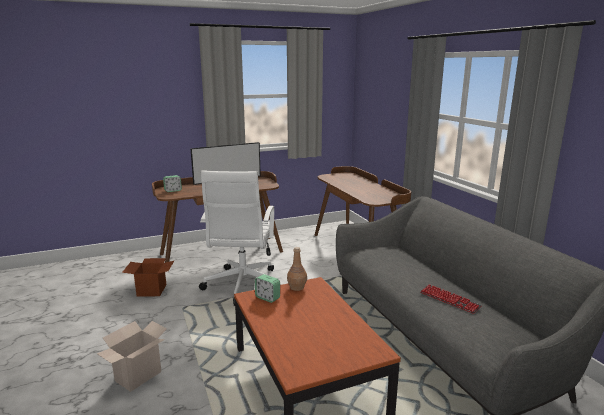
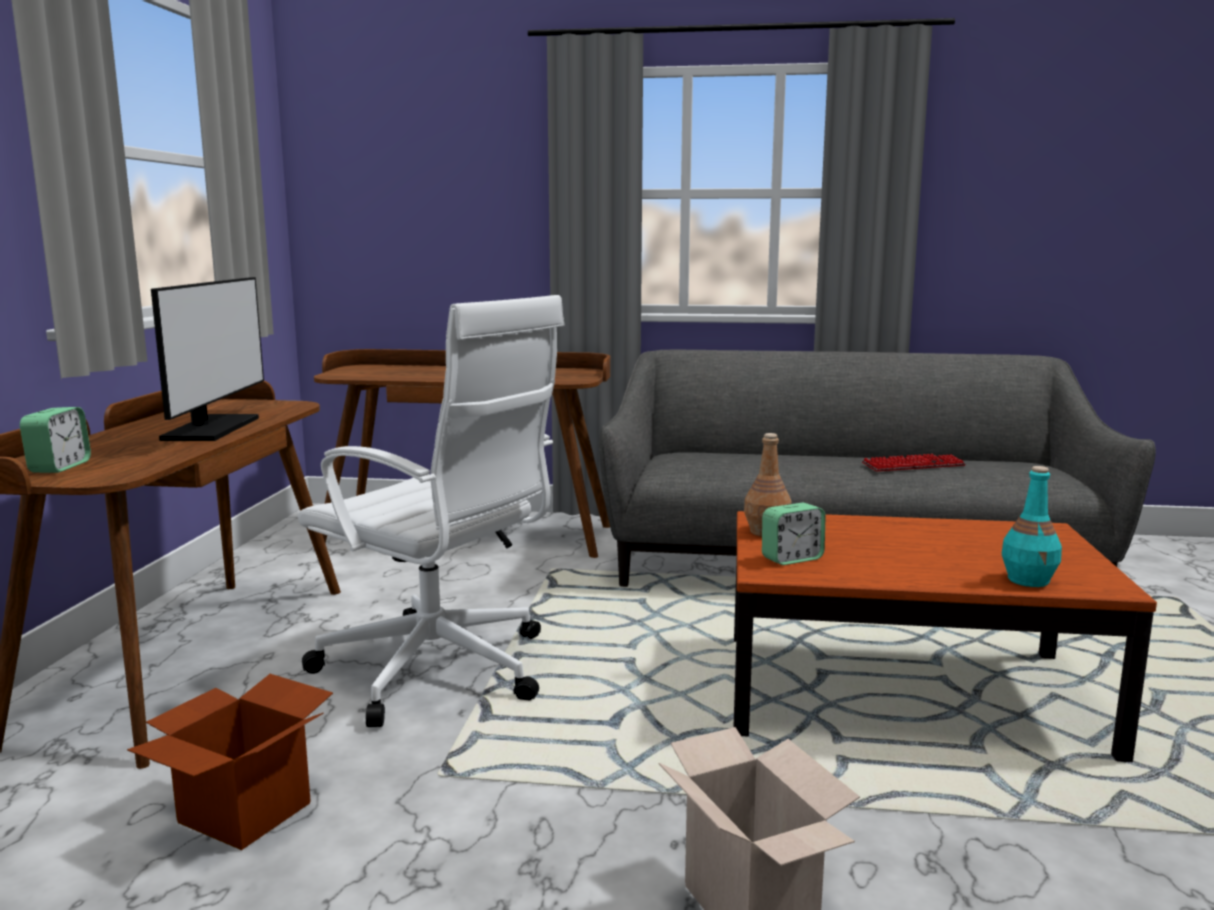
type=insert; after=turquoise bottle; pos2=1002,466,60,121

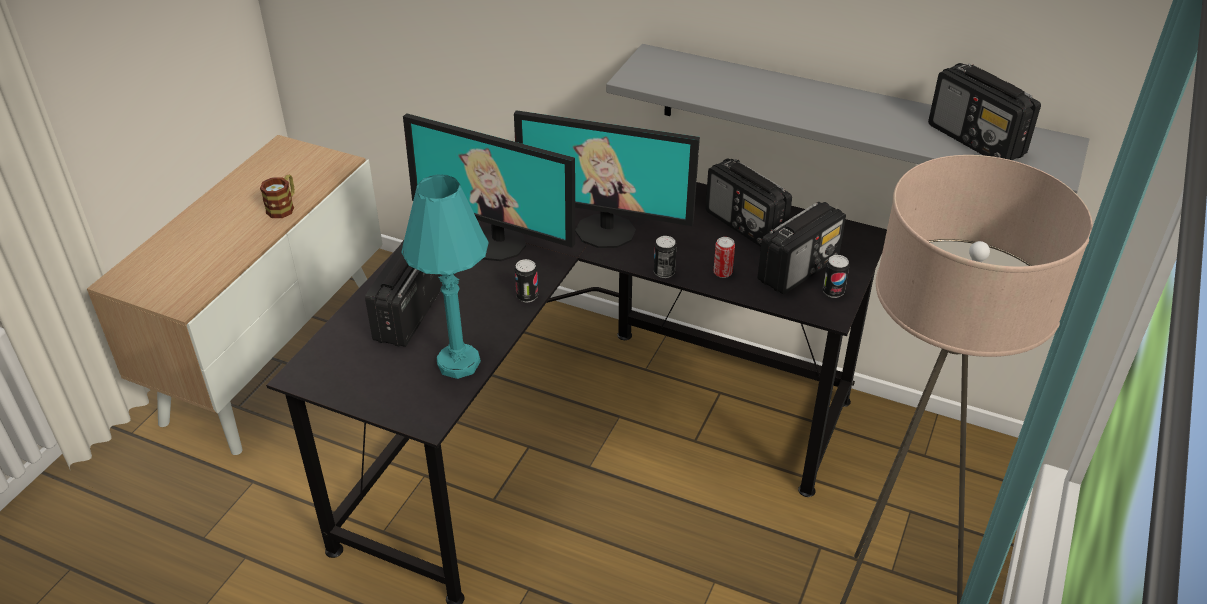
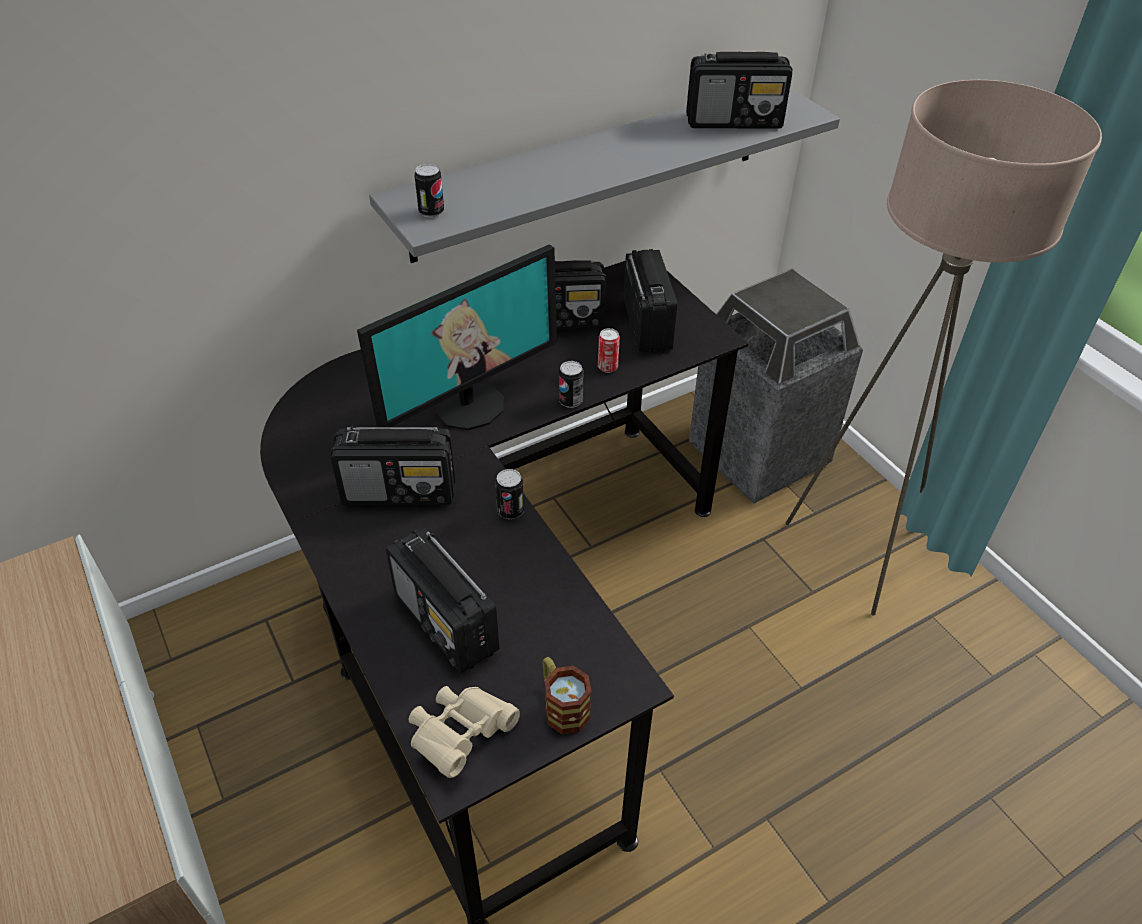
type=delete; before=turquoise table lamp; pos1=401,175,88,204
type=insert; after=beige binoculars; pos2=409,686,111,92
type=insert; after=trash can; pos2=689,268,174,236
type=move; before=mug; pos1=260,175,35,43; pos2=542,657,49,77
type=move; before=can; pos1=823,255,26,43; pos2=414,164,30,54
type=replace; before=monitor; after=radio; pos1=403,113,172,148; pos2=331,426,124,79

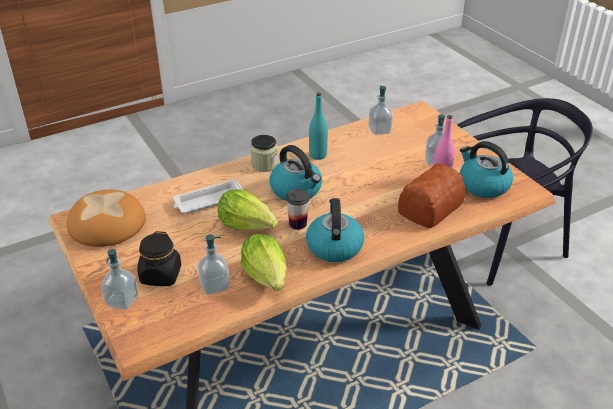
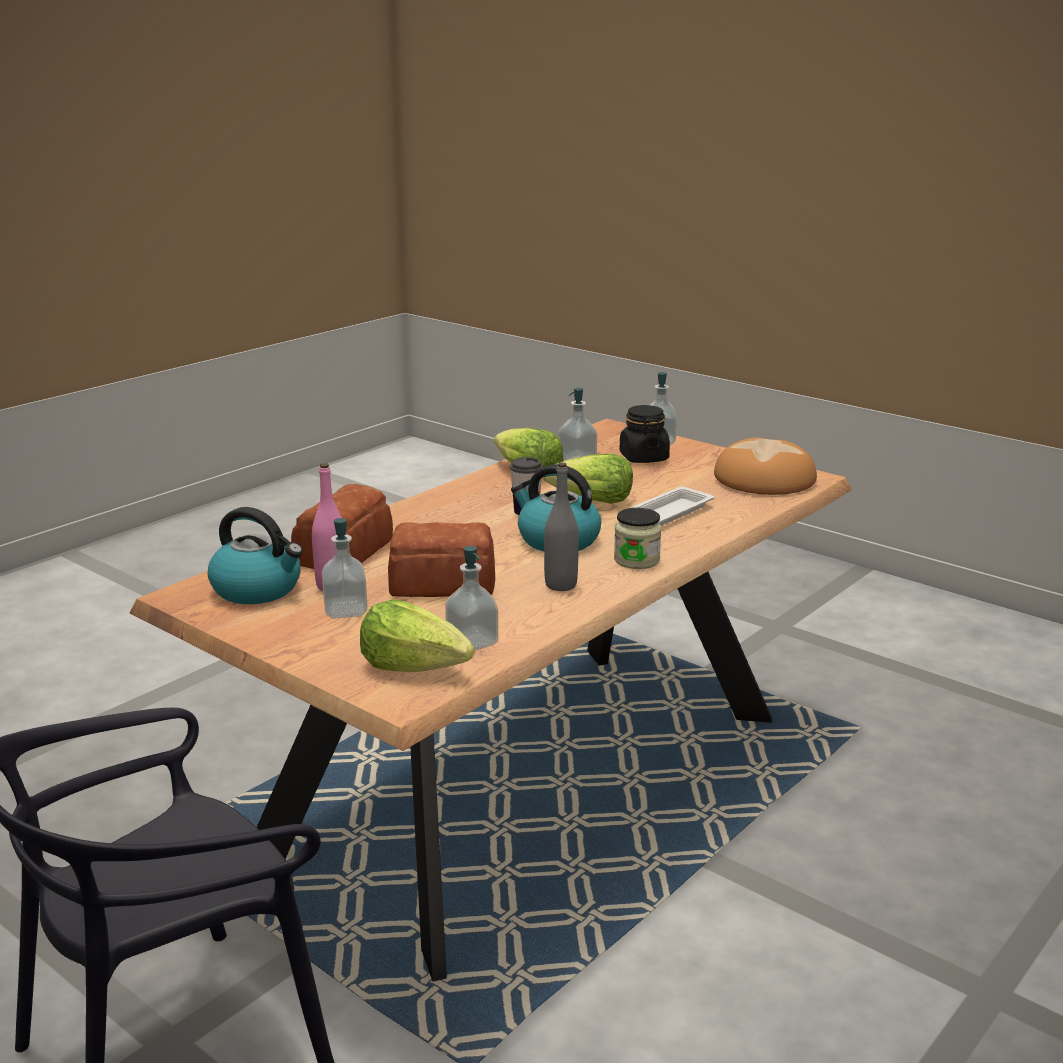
type=delete; before=kettle; pos1=306,198,58,64
type=insert; after=lettuce; pos2=360,599,115,73
type=insert; after=bread; pos2=388,522,107,75
type=recolor; before=turquoise bottle; after=grey bottle; pos1=309,93,19,67; pos2=544,462,35,129

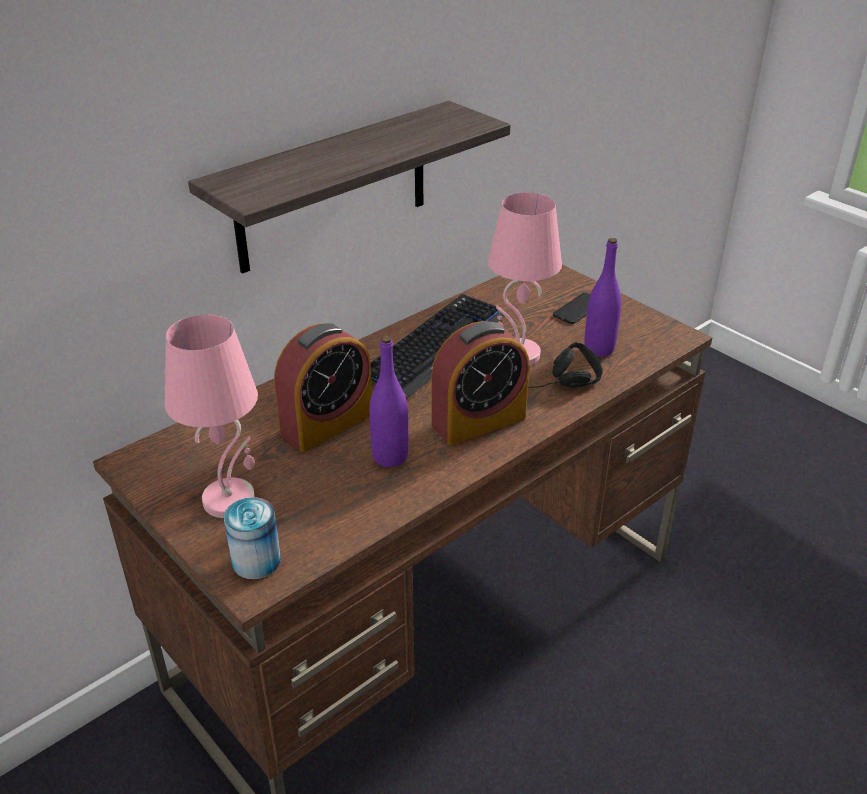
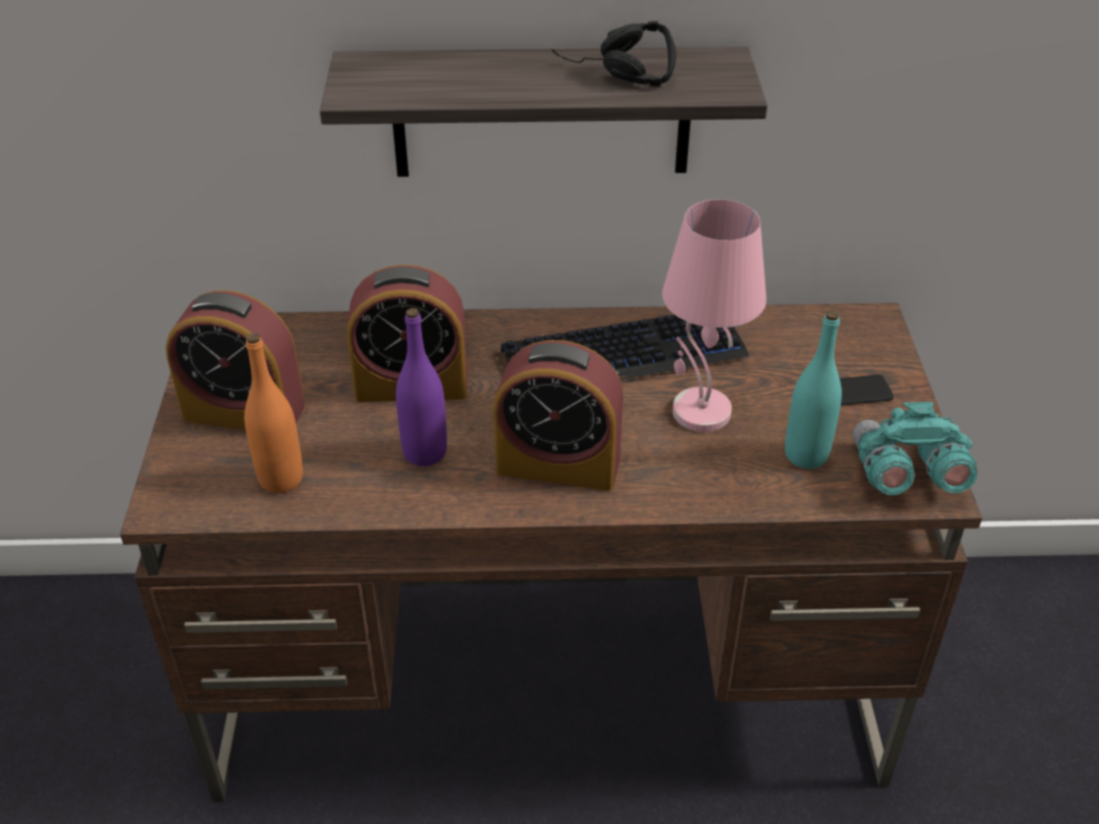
type=delete; before=can; pos1=224,497,57,82
type=insert; after=orange bottle; pos2=244,333,59,160
type=insert; after=turquoise binoculars; pos2=852,402,125,93
type=move; before=black headphones; pos1=528,342,75,46; pos2=551,21,125,66
type=replace; before=pink table lamp; after=alarm clock; pos1=165,314,93,204; pos2=166,290,139,140
type=recolor; before=purple bottle; after=turquoise bottle; pos1=584,238,38,119; pos2=785,310,57,159

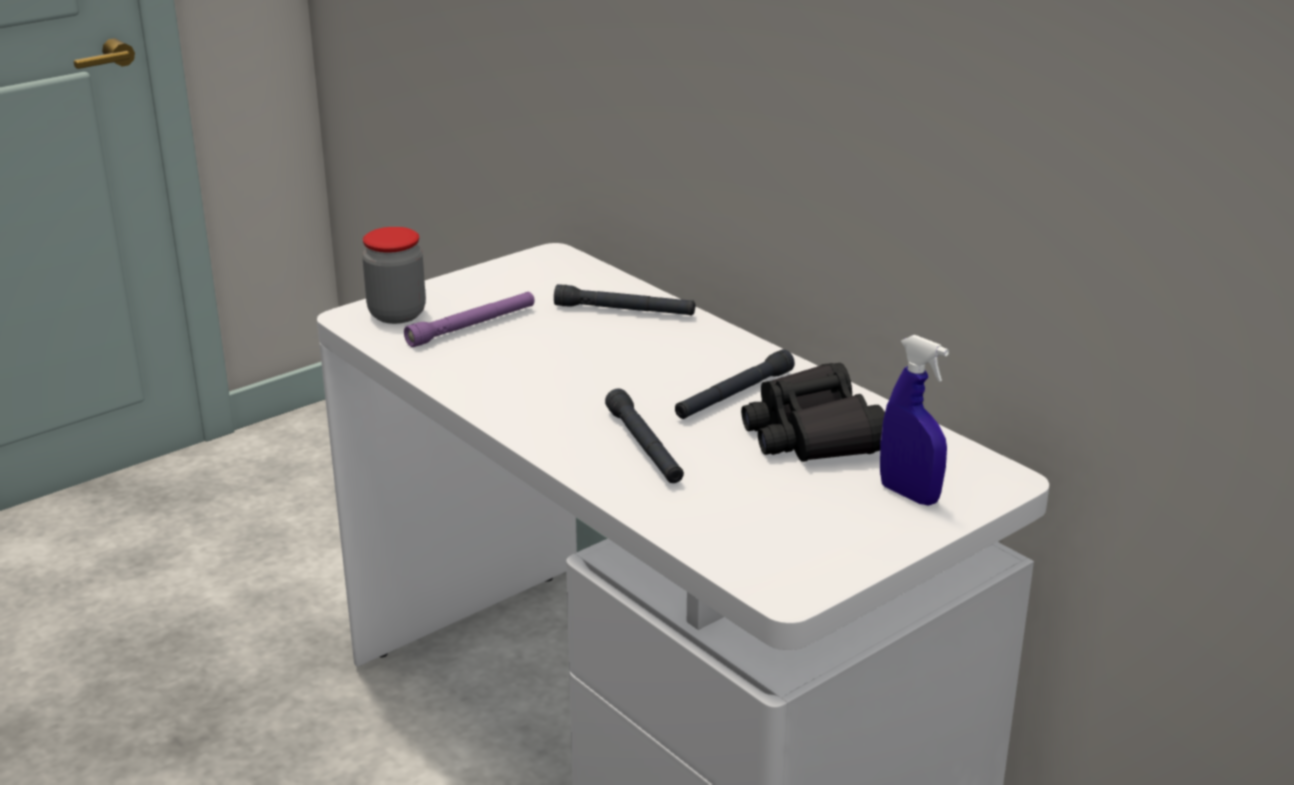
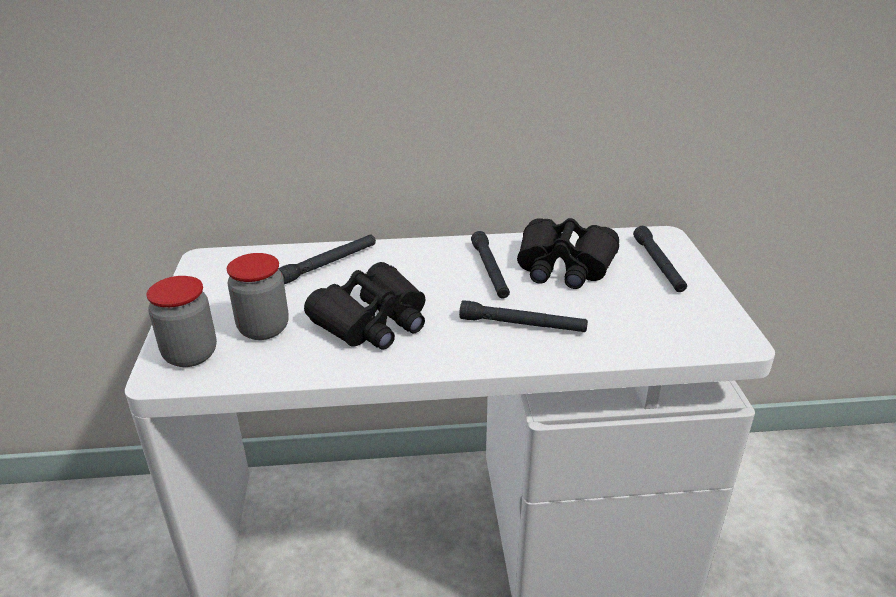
type=insert; after=black binoculars; pos2=304,262,121,88
type=replace; before=purple flashlight; after=jar; pos1=404,292,131,55; pos2=227,253,61,87
type=replace; before=blue spray bottle; after=black flashlight; pos1=880,335,69,171; pos2=633,226,54,66

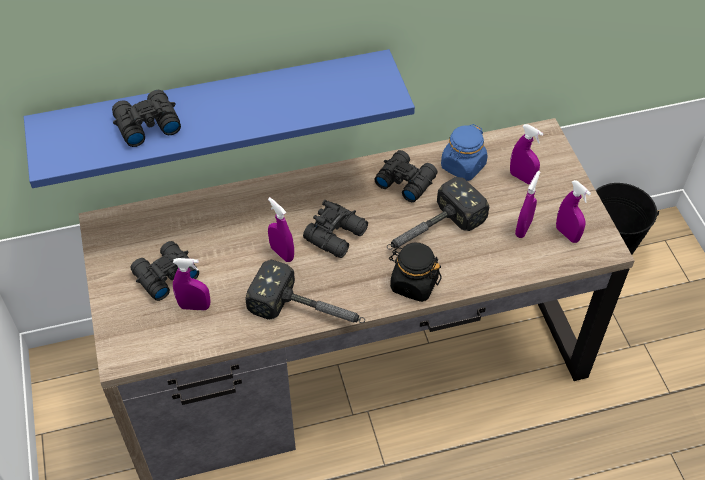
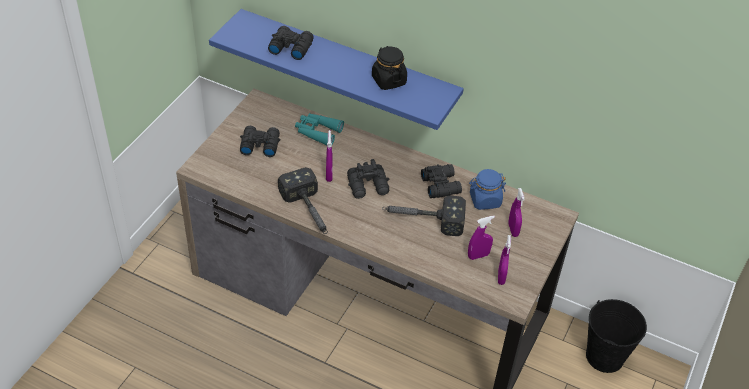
type=delete; before=purple spray bottle; pos1=173,258,37,53
type=insert; after=turquoise binoculars; pos2=295,113,49,32
type=move; before=black jar; pos1=389,243,53,59; pos2=372,46,35,44

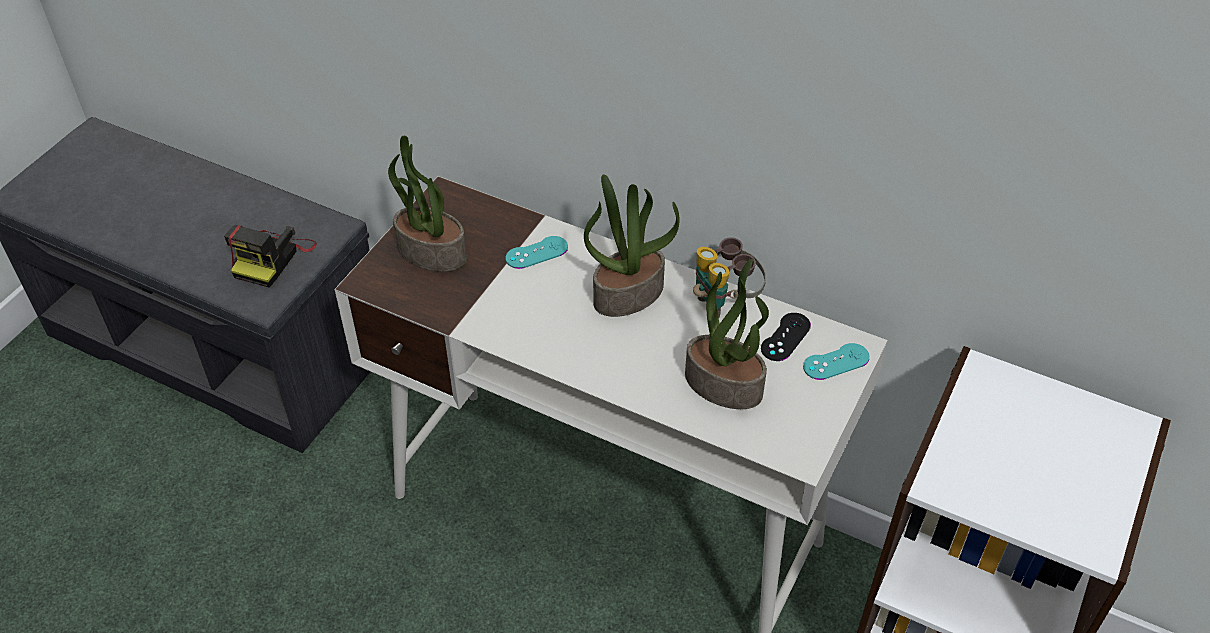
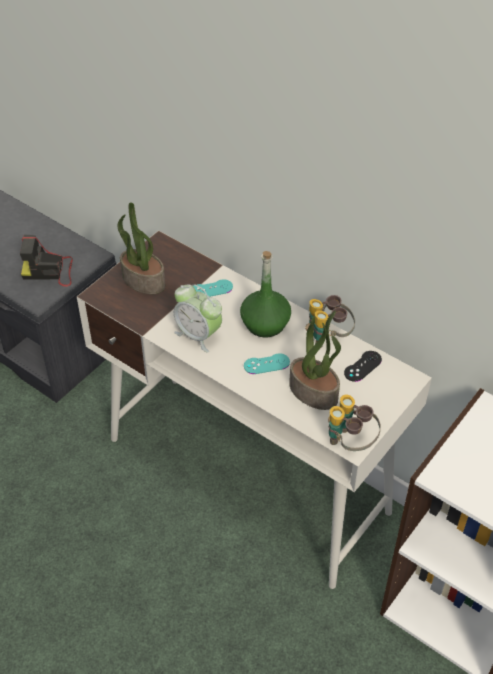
type=insert; after=alarm clock; pos2=174,284,48,69
type=insert; after=binoculars; pos2=328,395,53,56
type=move; before=turquoise game controller; pos1=803,343,66,37; pos2=244,353,46,21
type=replace; before=potted plant; after=green bottle; pos1=584,174,96,143; pos2=240,251,51,86
type=rotate; before=photo camera; pos1=224,225,93,63; pos2=20,235,53,52; turn=60

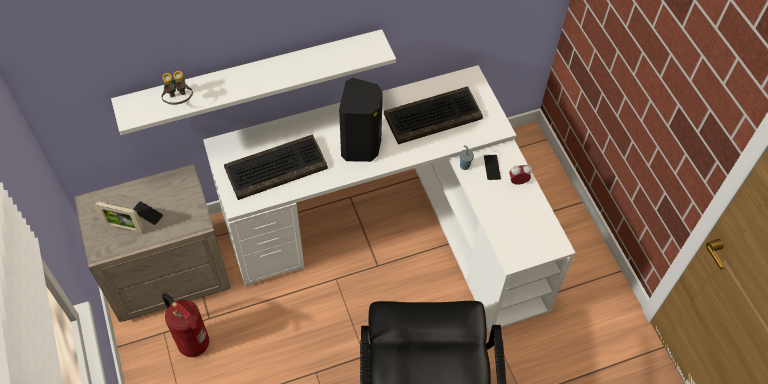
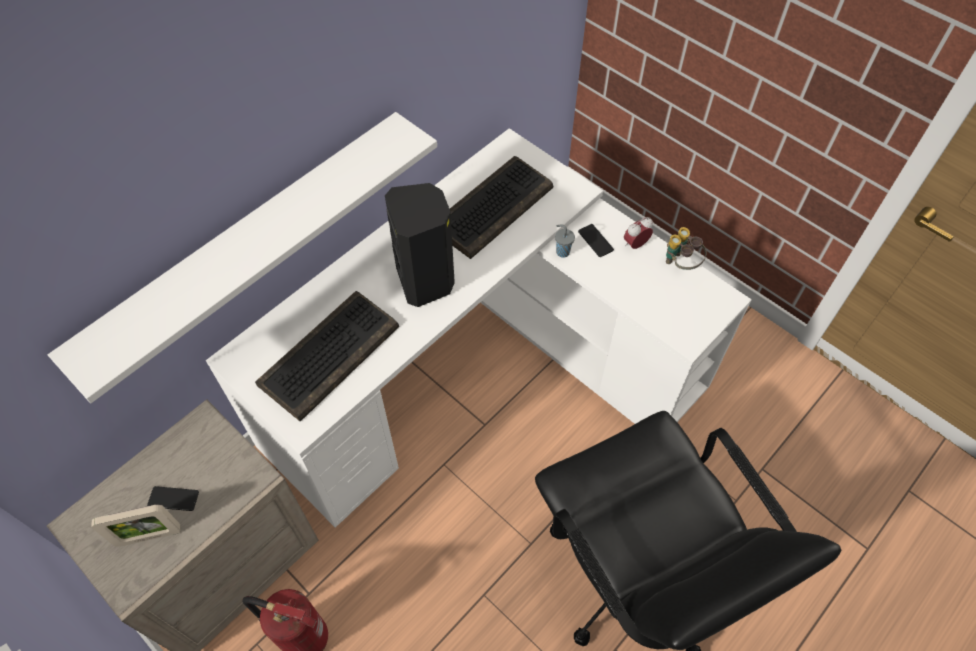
type=move; before=binoculars; pos1=161,71,32,34; pos2=666,227,41,43

